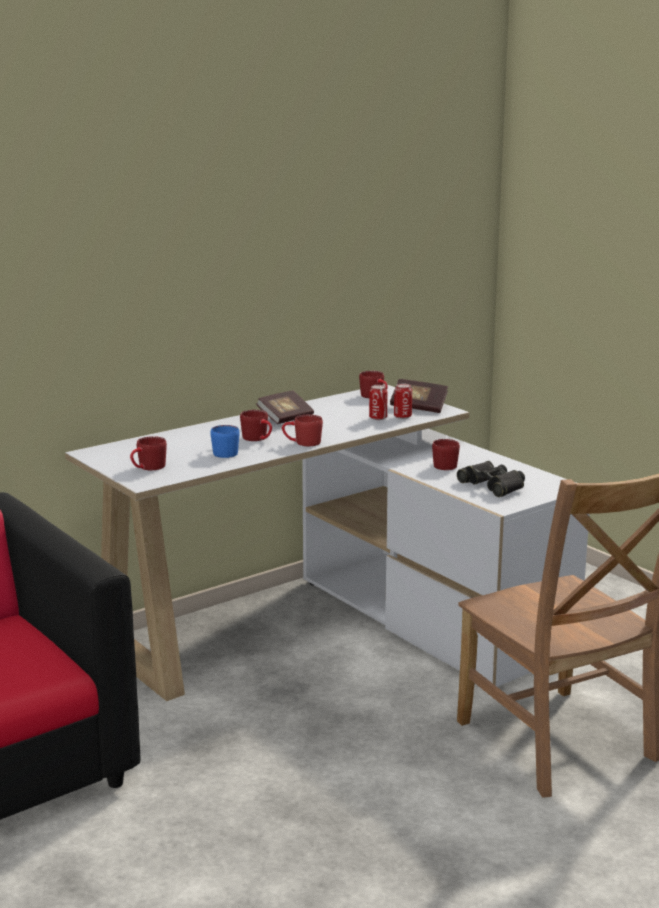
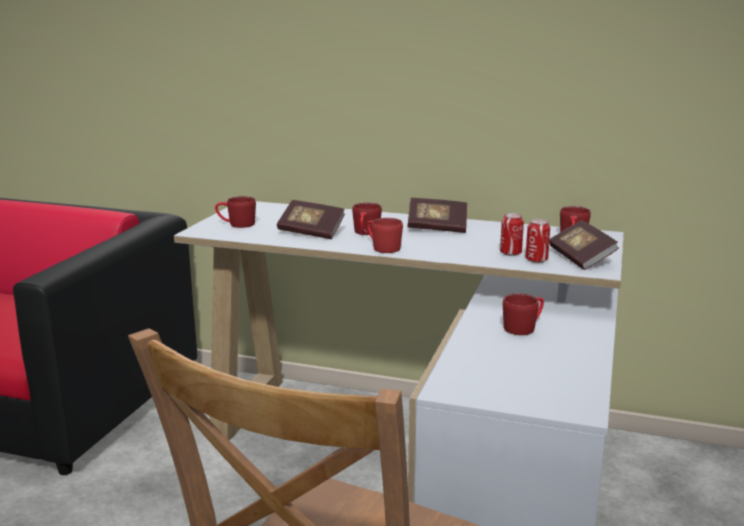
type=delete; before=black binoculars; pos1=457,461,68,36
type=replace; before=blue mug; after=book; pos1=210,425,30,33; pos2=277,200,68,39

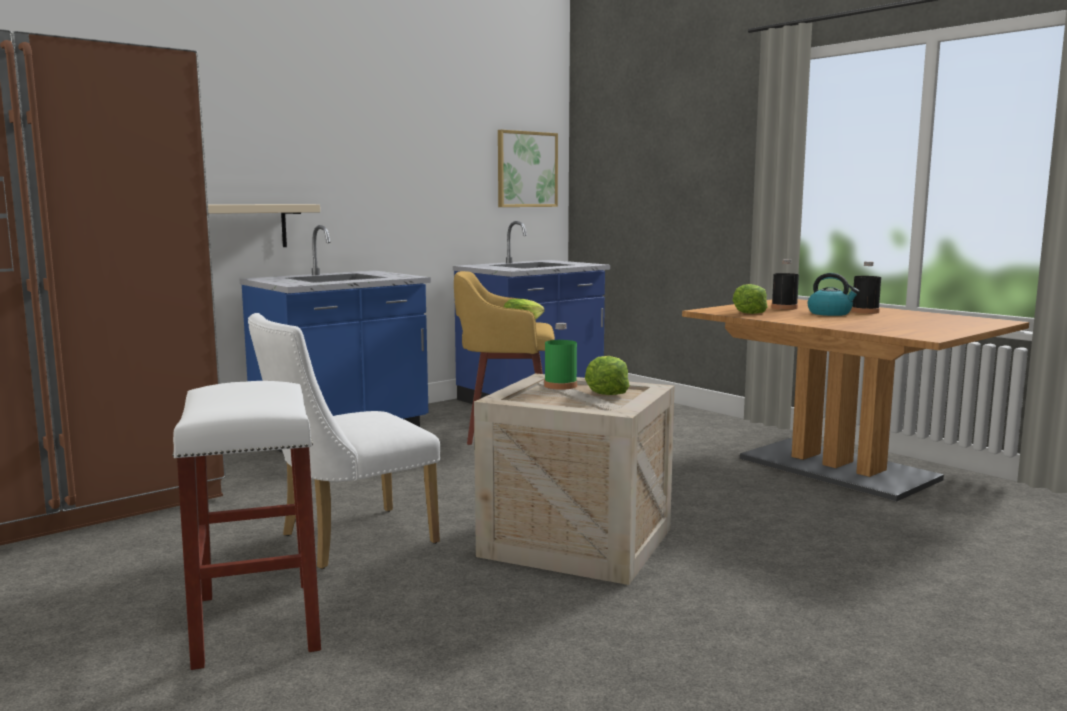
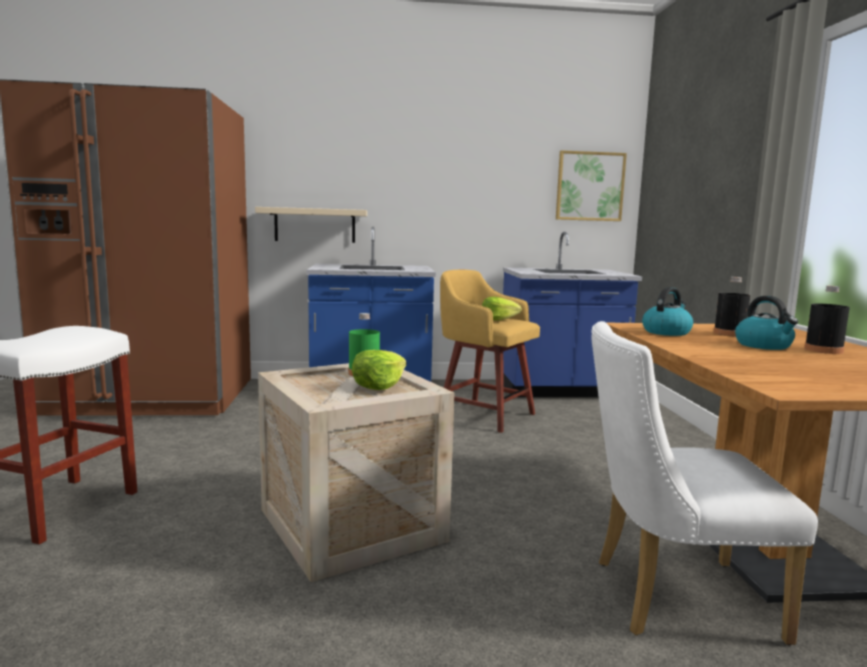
type=move; before=white chair; pos1=248,313,192,256; pos2=591,321,227,324
type=replace; before=lettuce; after=kettle; pos1=732,284,36,30; pos2=642,287,51,49

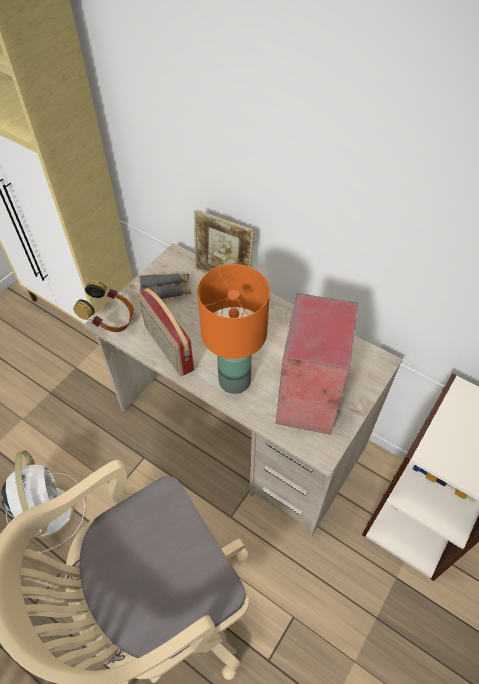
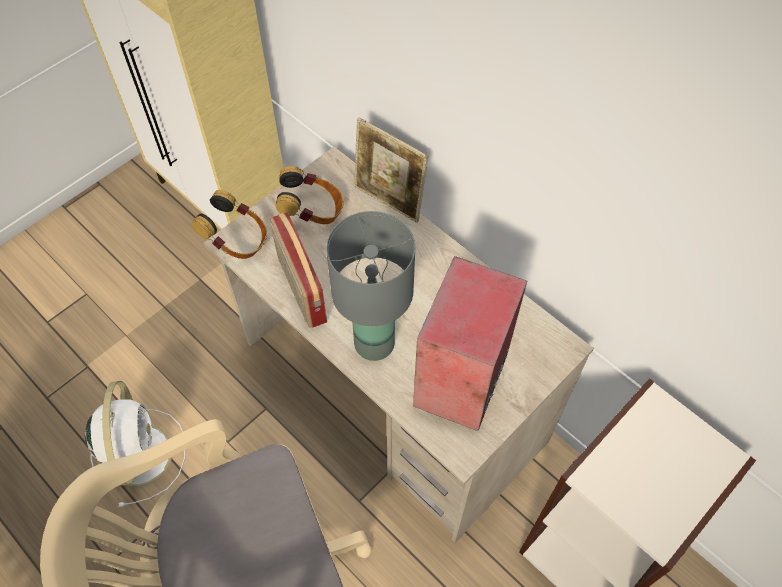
type=replace; before=grey binoculars; after=headphones; pos1=140,274,52,25; pos2=276,166,67,58
type=recolor; before=orange table lamp; after=grey table lamp; pos1=197,264,73,130; pos2=326,211,89,150

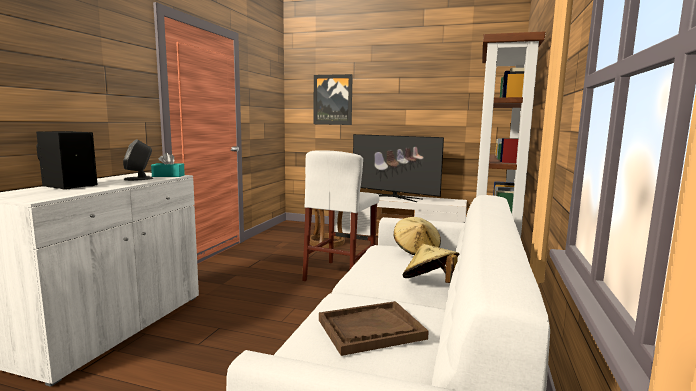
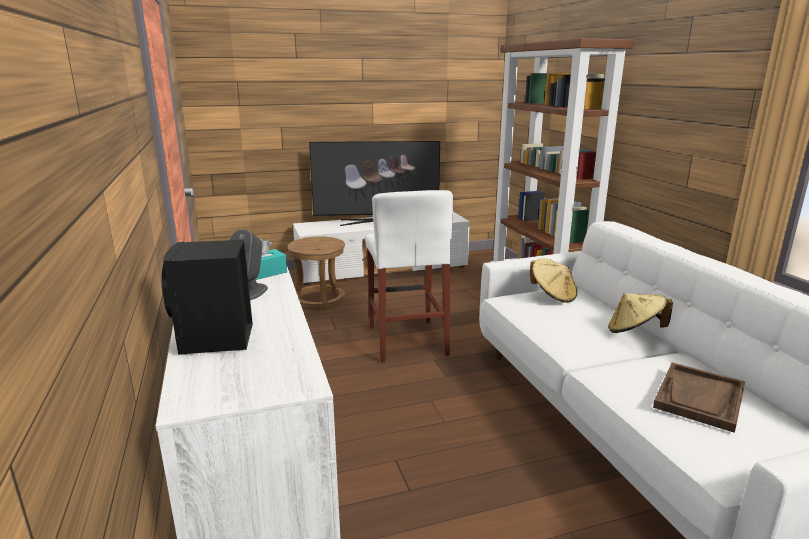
type=delete; before=picture; pos1=314,74,39,51

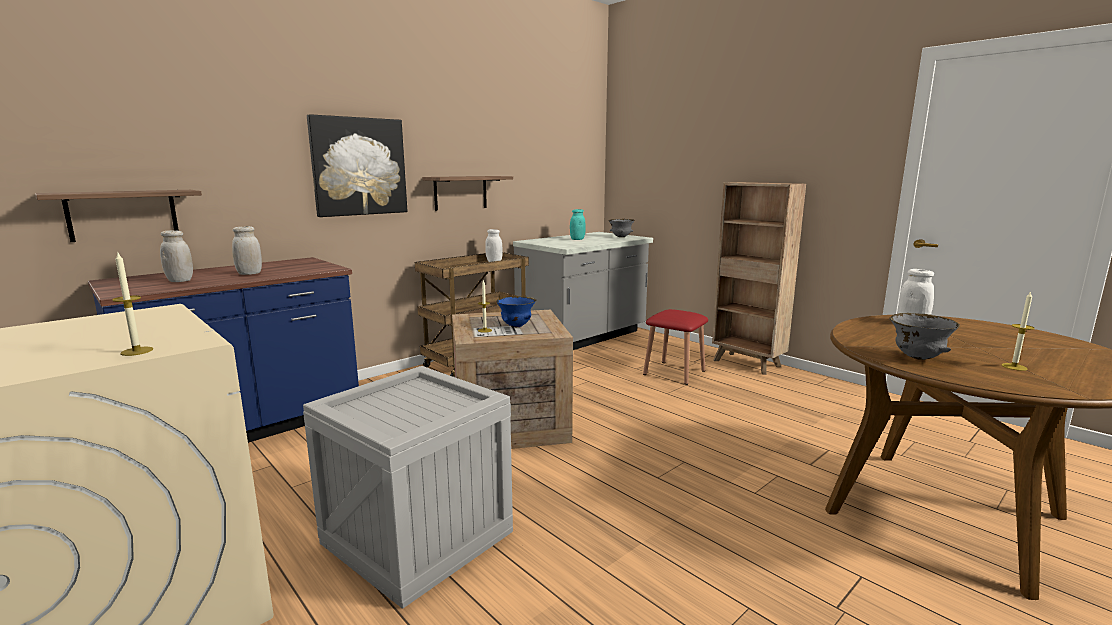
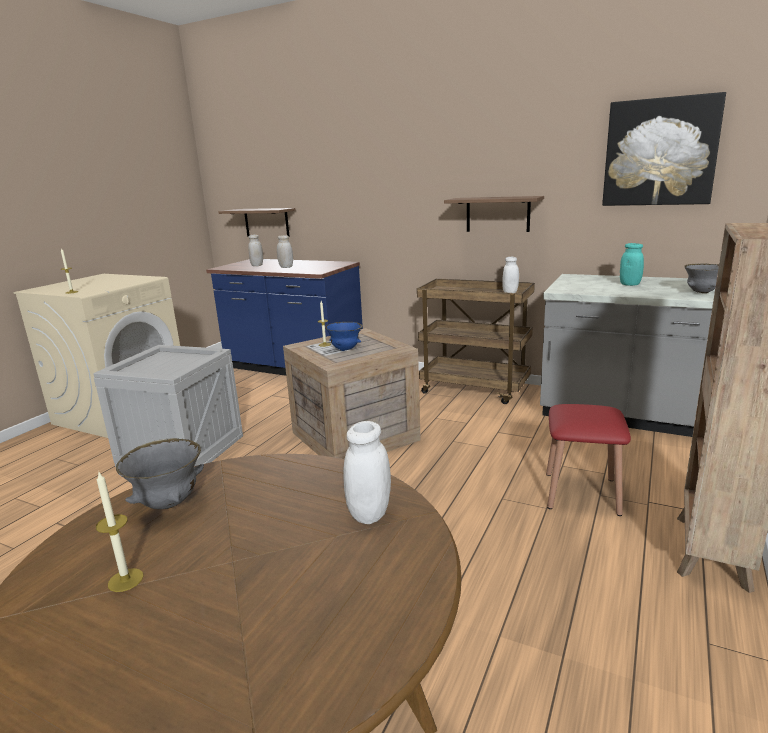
type=move; before=picture; pos1=307,114,100,103; pos2=602,92,124,114

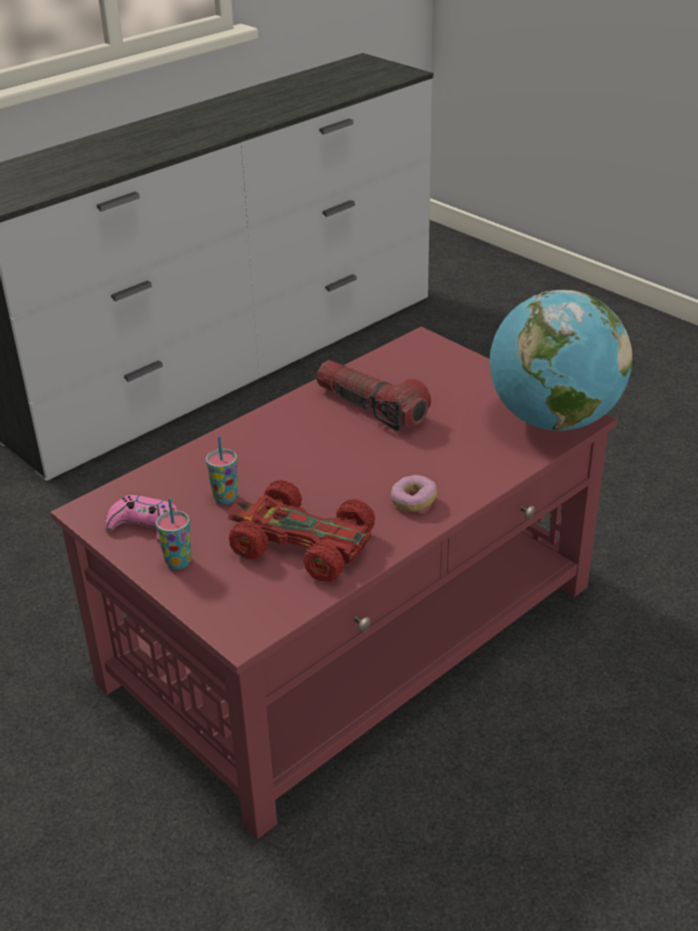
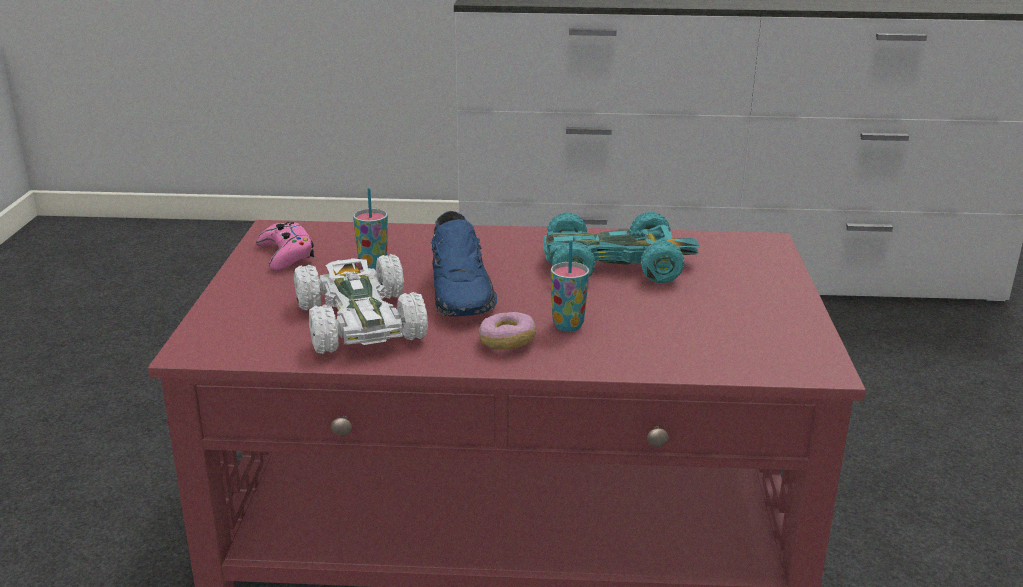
type=delete; before=globe; pos1=490,290,143,141
type=insert; after=blue shoe; pos2=430,211,67,105
type=move; before=cup; pos1=156,498,36,71; pos2=551,240,38,92
type=replace; before=flashlight; after=turquoise toy car; pos1=316,360,115,71; pos2=543,212,156,71
type=recolor; before=red toy car; after=white toy car; pos1=228,480,147,102; pos2=294,254,134,100

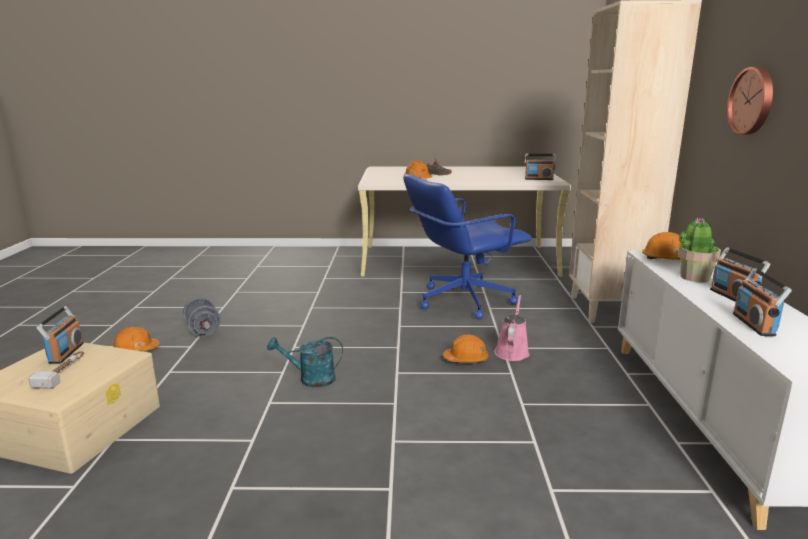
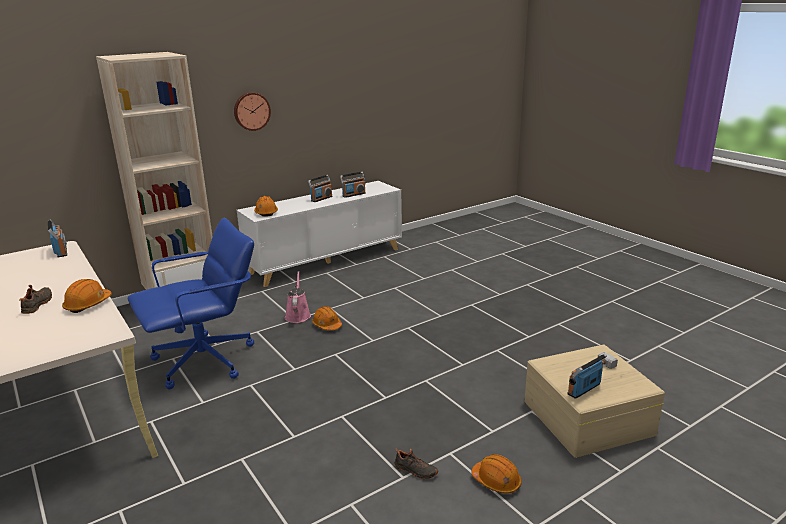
type=delete; before=turquoise watering can; pos1=267,337,76,50
type=delete; before=potted plant; pos1=678,217,43,65
type=replace; before=grey dumbbell; after=black shoe; pos1=183,297,38,39; pos2=394,448,44,31
type=rotate; before=blue office chair; pos1=403,174,129,145; pos2=128,218,126,171; turn=-60
type=rotate; before=pink watering can; pos1=494,295,36,66; pos2=285,271,26,52; turn=105

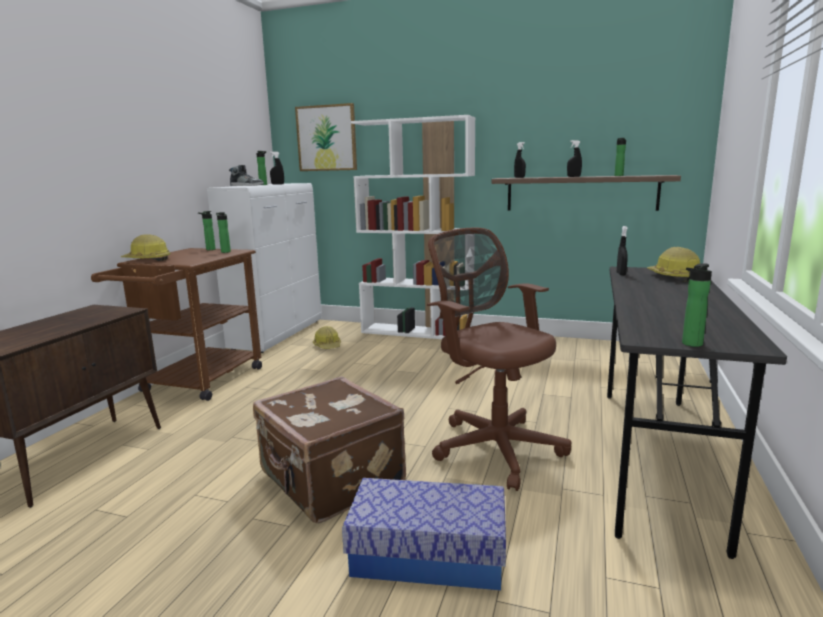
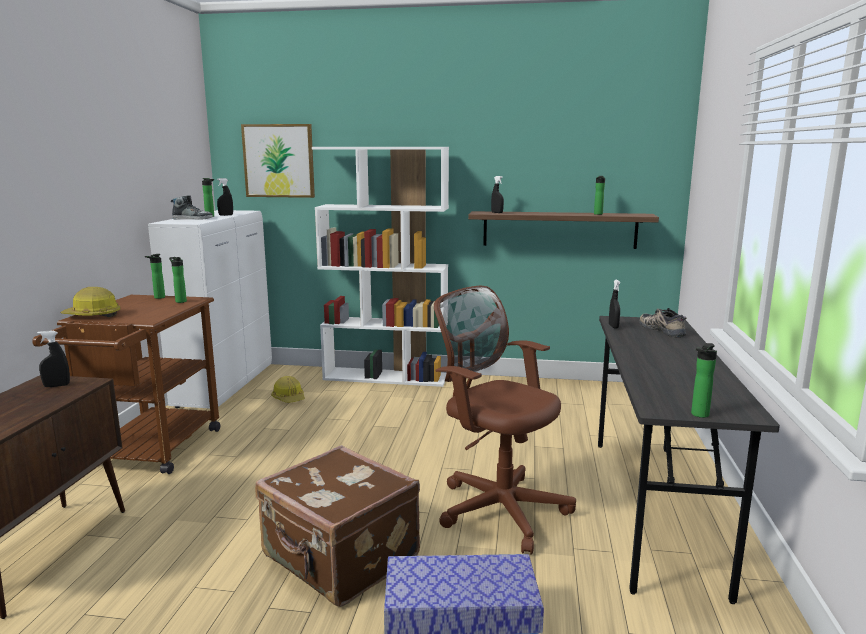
type=move; before=black spray bottle; pos1=567,140,15,37; pos2=37,330,33,57
type=replace; before=hard hat; after=shoe; pos1=647,247,53,35; pos2=639,308,47,30

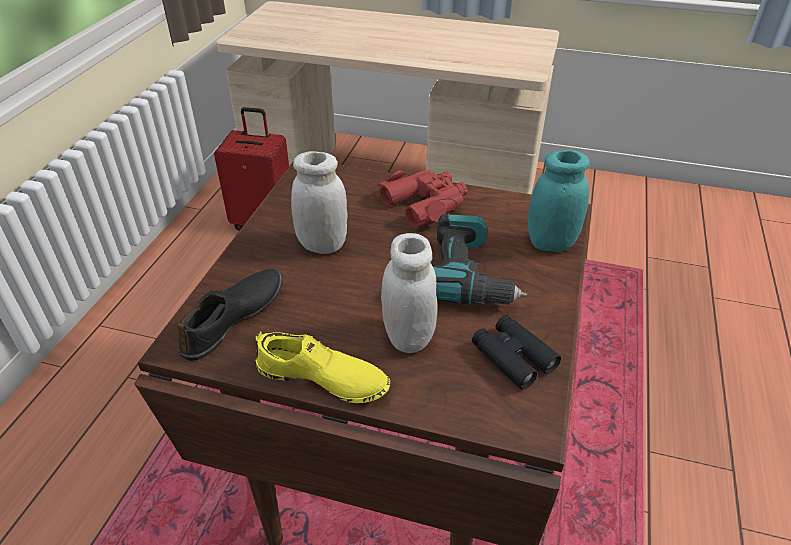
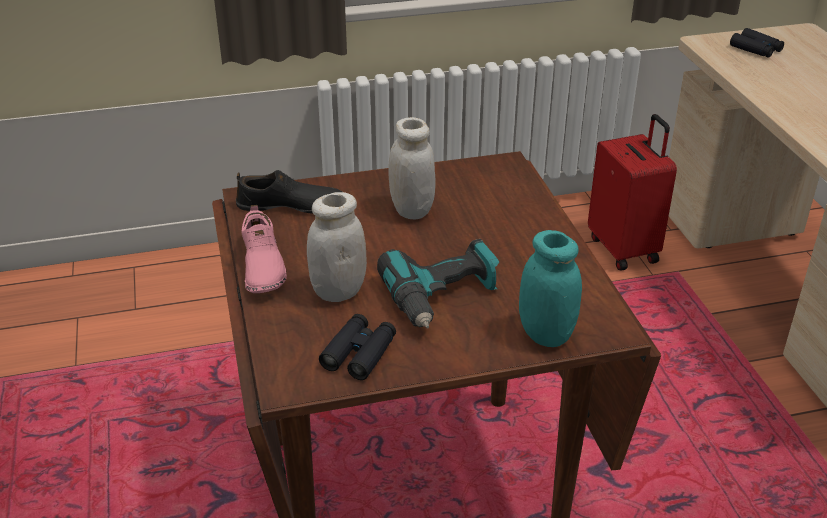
type=delete; before=red binoculars; pos1=378,170,90,58
type=insert; after=black binoculars; pos2=730,28,54,30
type=recolor; before=yellow shoe; after=pink shoe; pos1=255,330,135,73; pos2=242,205,45,88

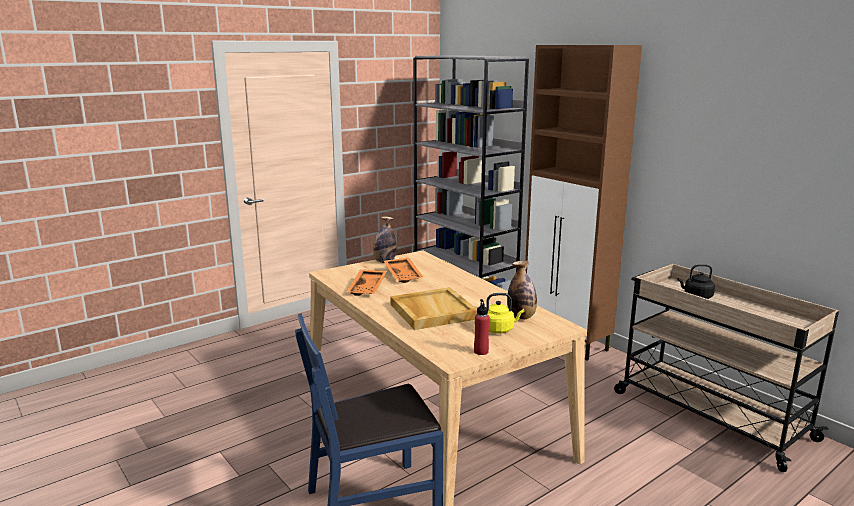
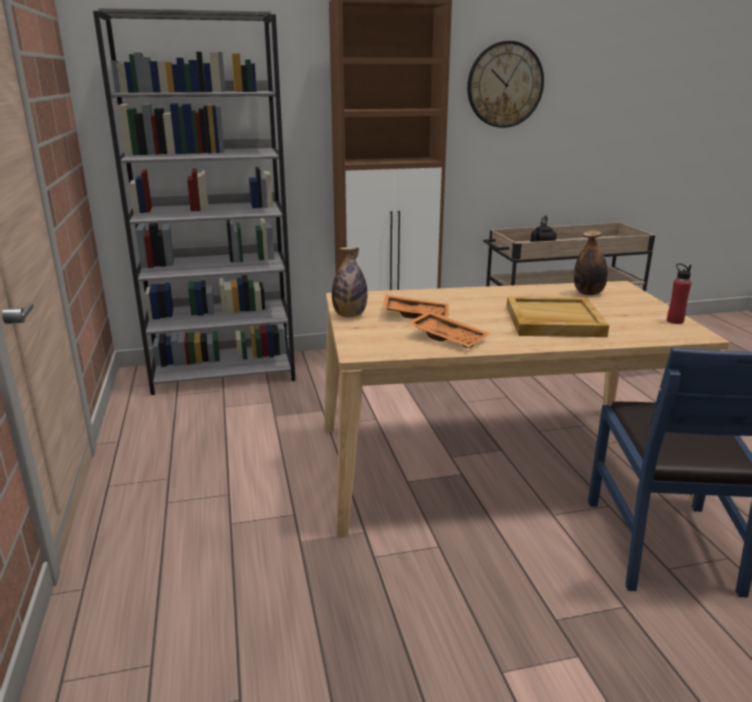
type=delete; before=yellow kettle; pos1=486,293,38,41
type=insert; after=wall clock; pos2=467,41,77,87

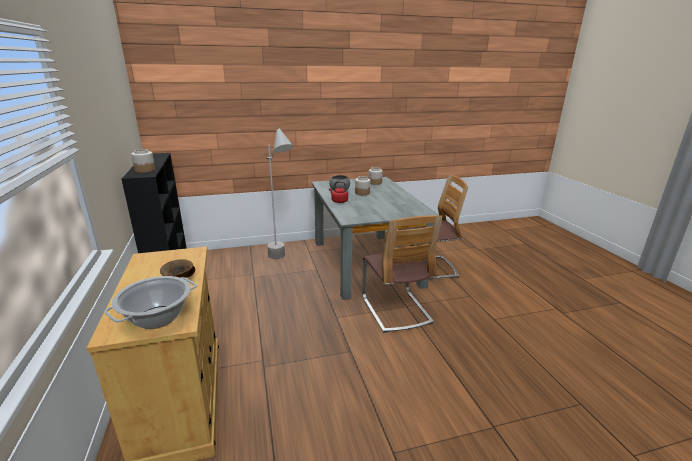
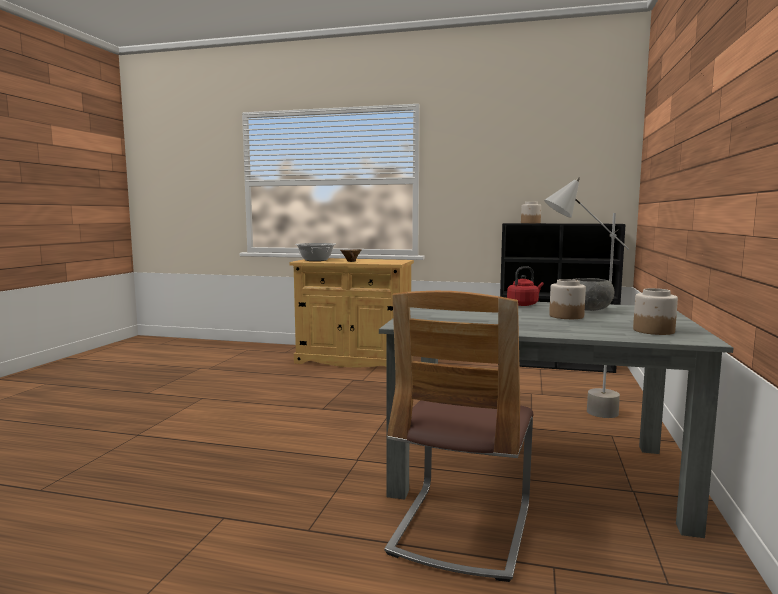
type=delete; before=chair; pos1=362,215,81,118

